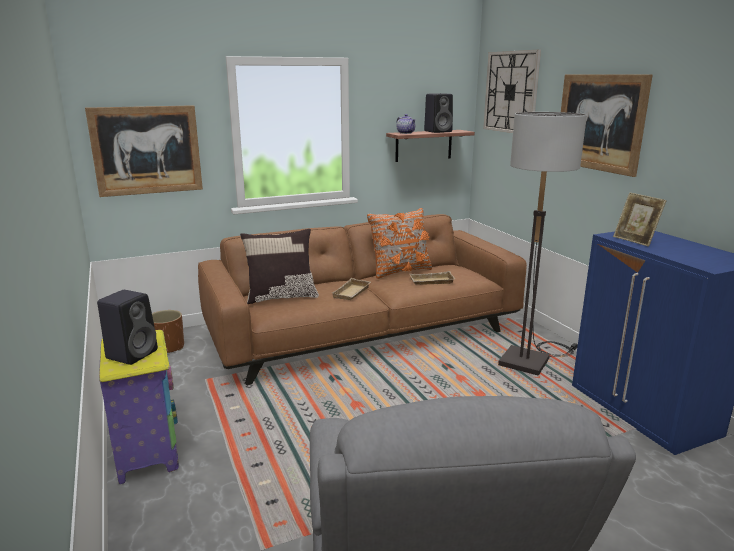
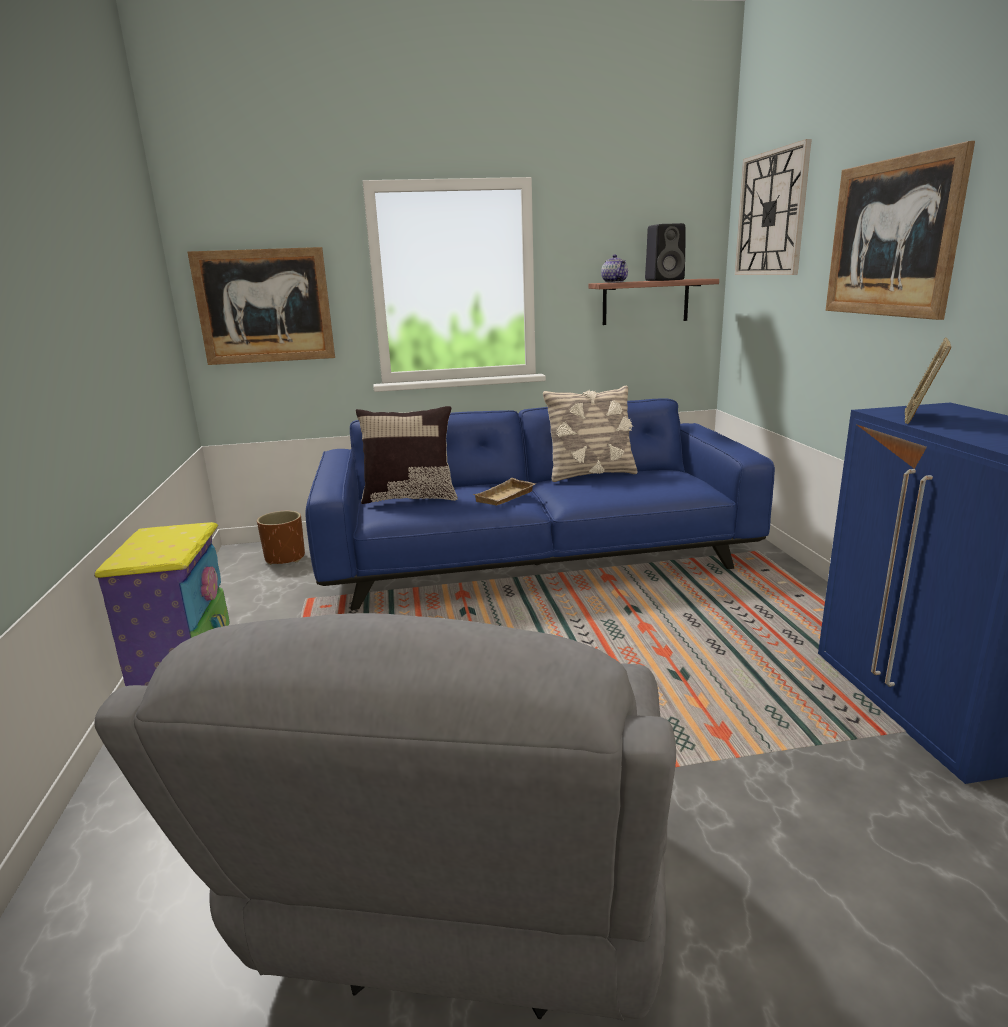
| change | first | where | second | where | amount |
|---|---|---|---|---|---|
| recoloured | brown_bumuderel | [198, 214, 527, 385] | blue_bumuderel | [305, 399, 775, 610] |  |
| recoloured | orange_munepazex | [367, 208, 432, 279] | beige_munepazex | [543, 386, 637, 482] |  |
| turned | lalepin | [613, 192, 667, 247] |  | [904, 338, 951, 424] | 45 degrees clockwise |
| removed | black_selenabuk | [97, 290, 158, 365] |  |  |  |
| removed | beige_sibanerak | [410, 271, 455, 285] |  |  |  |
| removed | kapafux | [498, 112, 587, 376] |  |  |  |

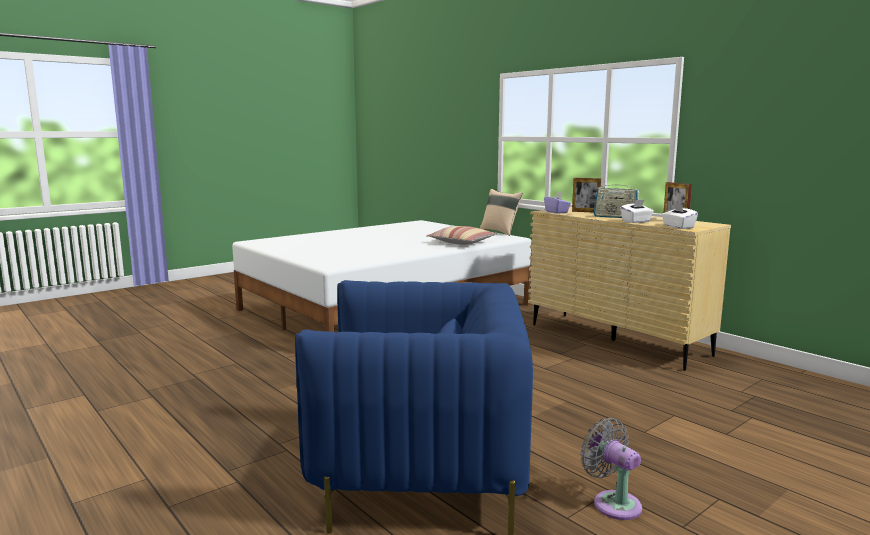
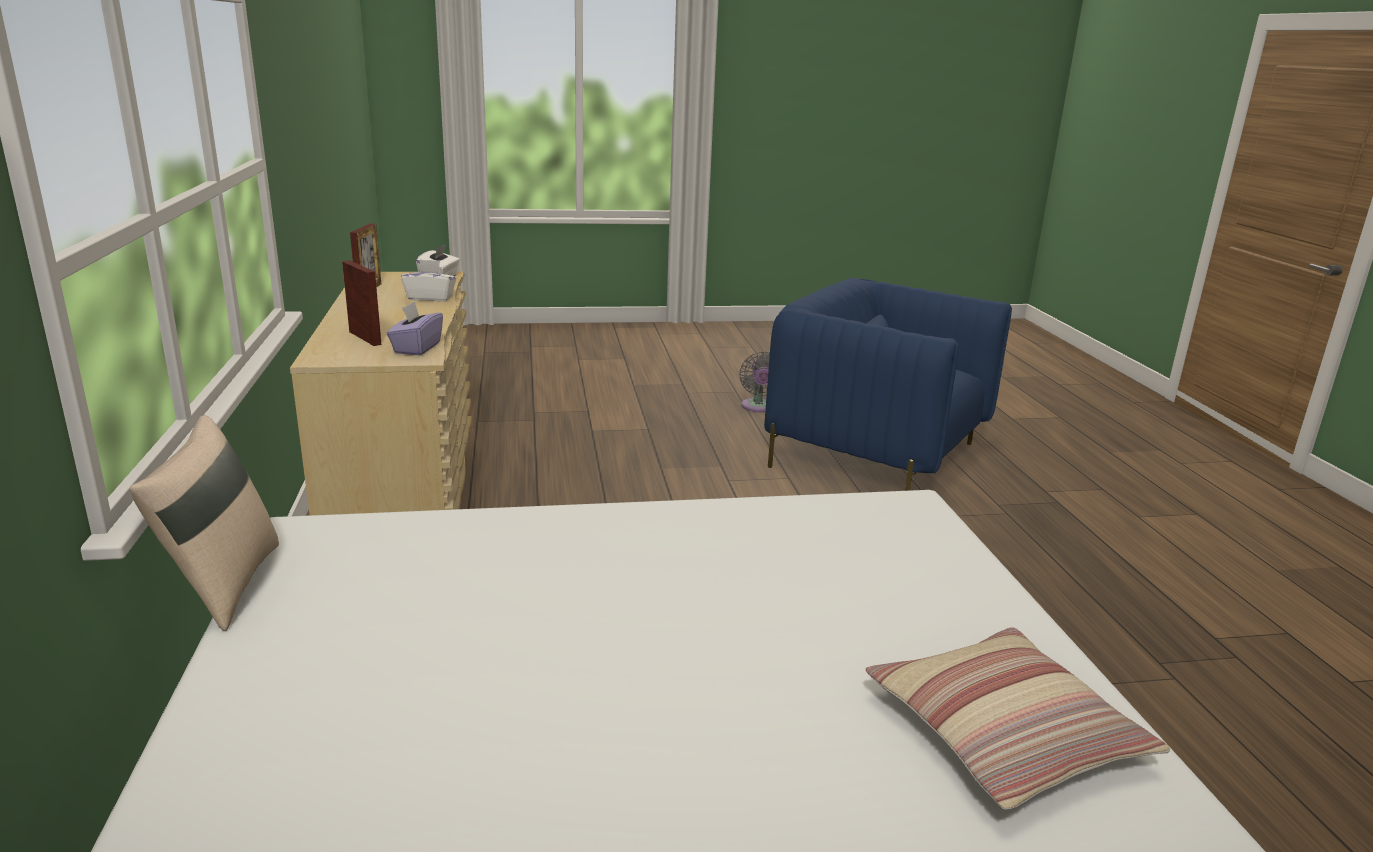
| change | first | where | second | where | amount |
|---|---|---|---|---|---|
| moved | munepazex | [426, 226, 497, 245] |  | [866, 627, 1170, 810] |  |
| removed | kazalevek | [594, 181, 639, 218] |  |  |  |

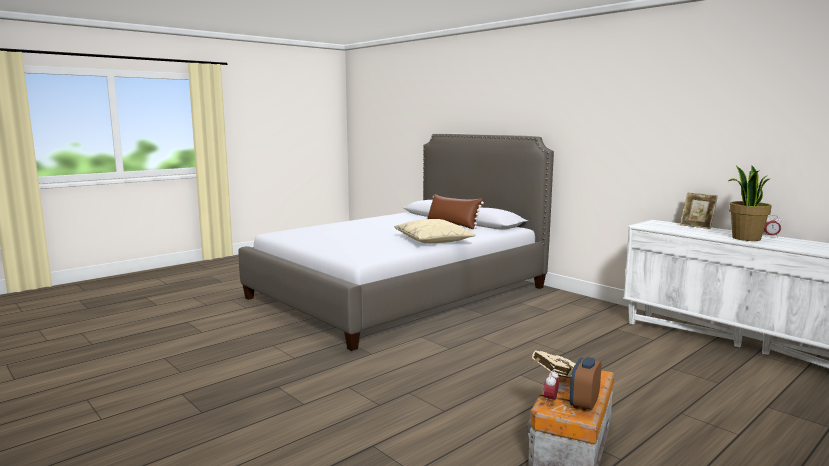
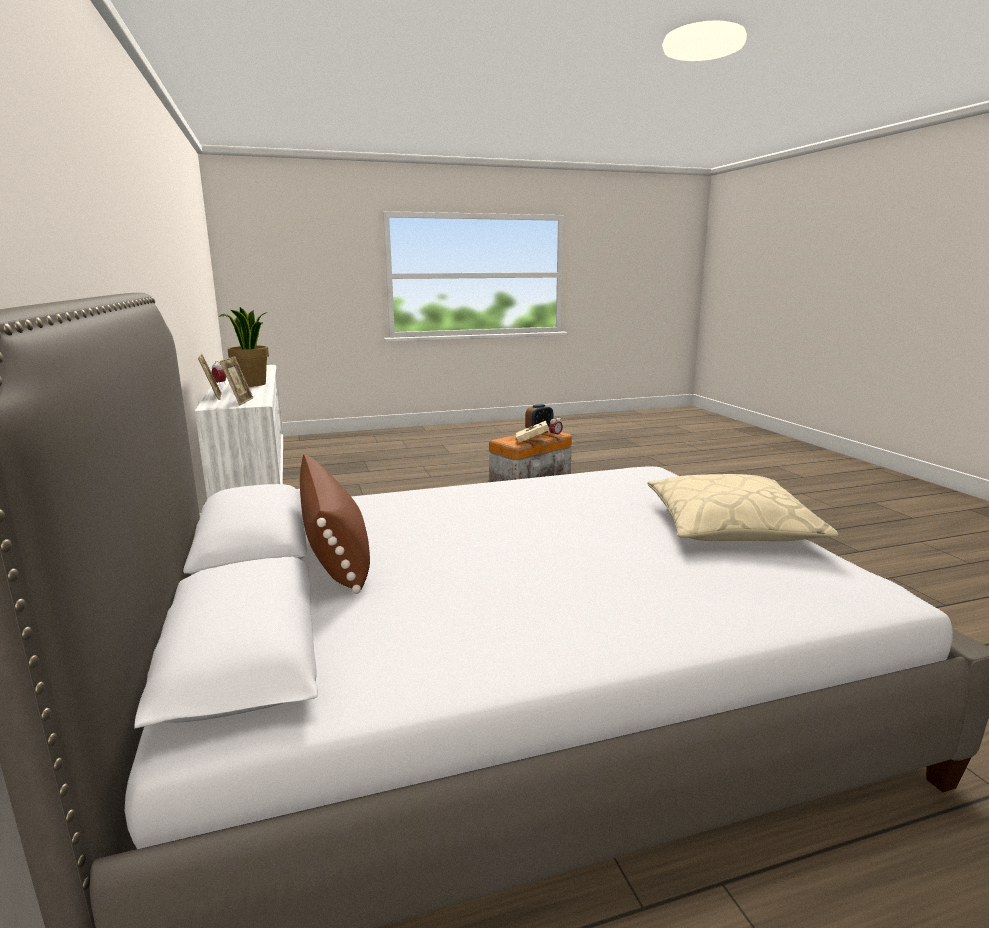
| change | first | where | second | where | amount |
|---|---|---|---|---|---|
| added |  |  | lalepin | [219, 356, 253, 405] |  |
| moved | beige_munepazex | [394, 219, 476, 244] |  | [647, 474, 839, 541] |  |

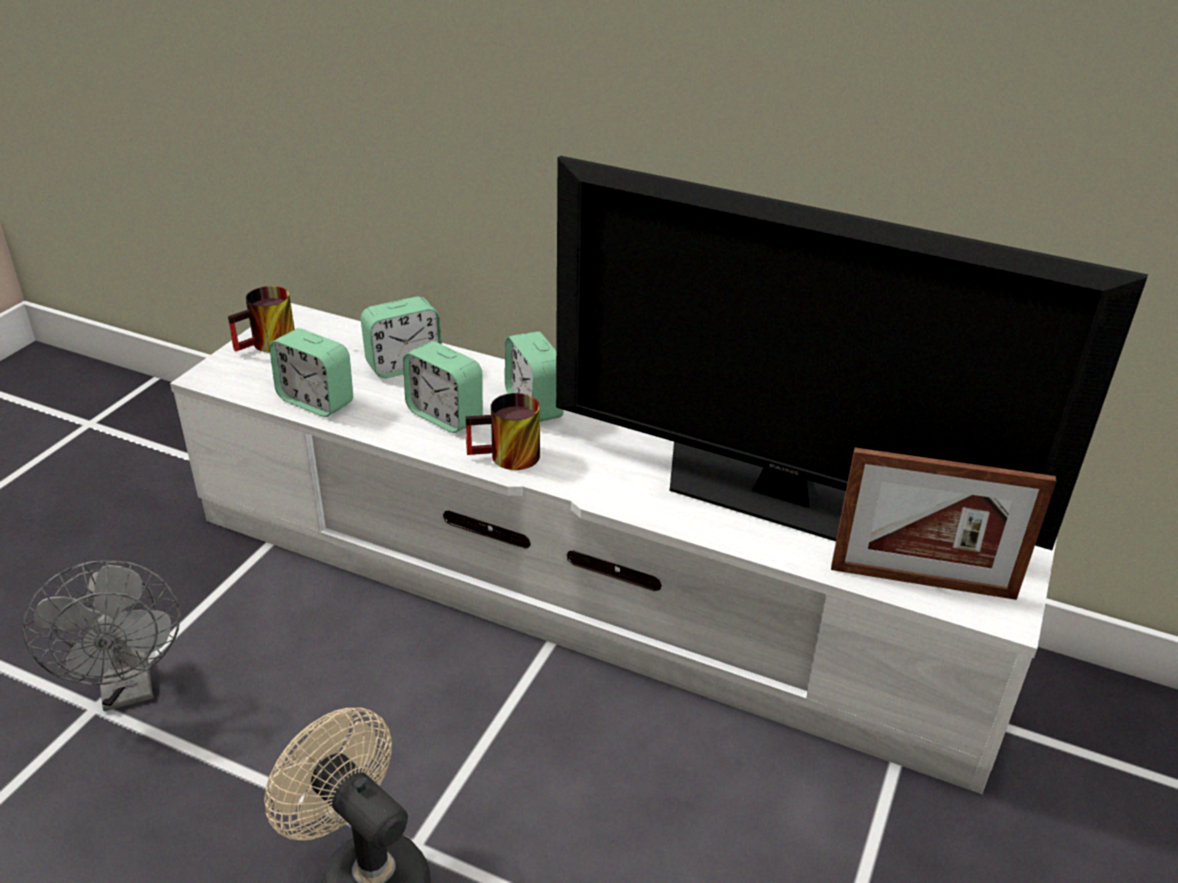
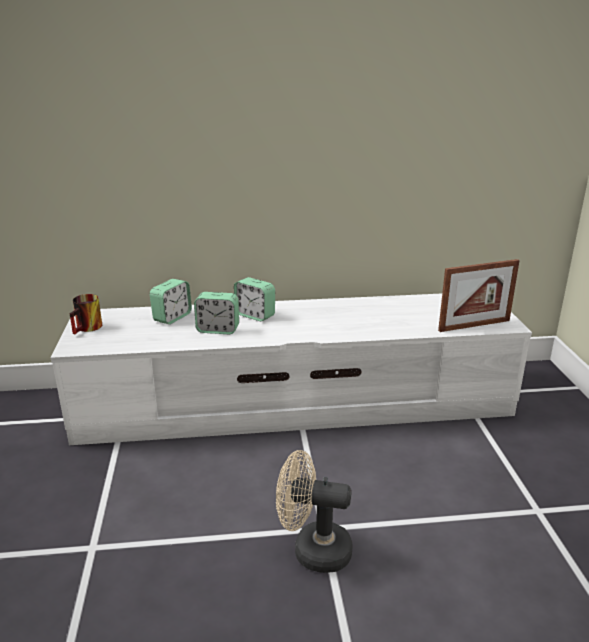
| change | first | where | second | where | amount |
|---|---|---|---|---|---|
| removed | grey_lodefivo | [23, 560, 181, 711] |  |  |  |
| removed | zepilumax | [269, 328, 353, 417] |  |  |  |
| removed | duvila | [466, 393, 540, 470] |  |  |  |
| removed | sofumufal | [556, 156, 1148, 550] |  |  |  |

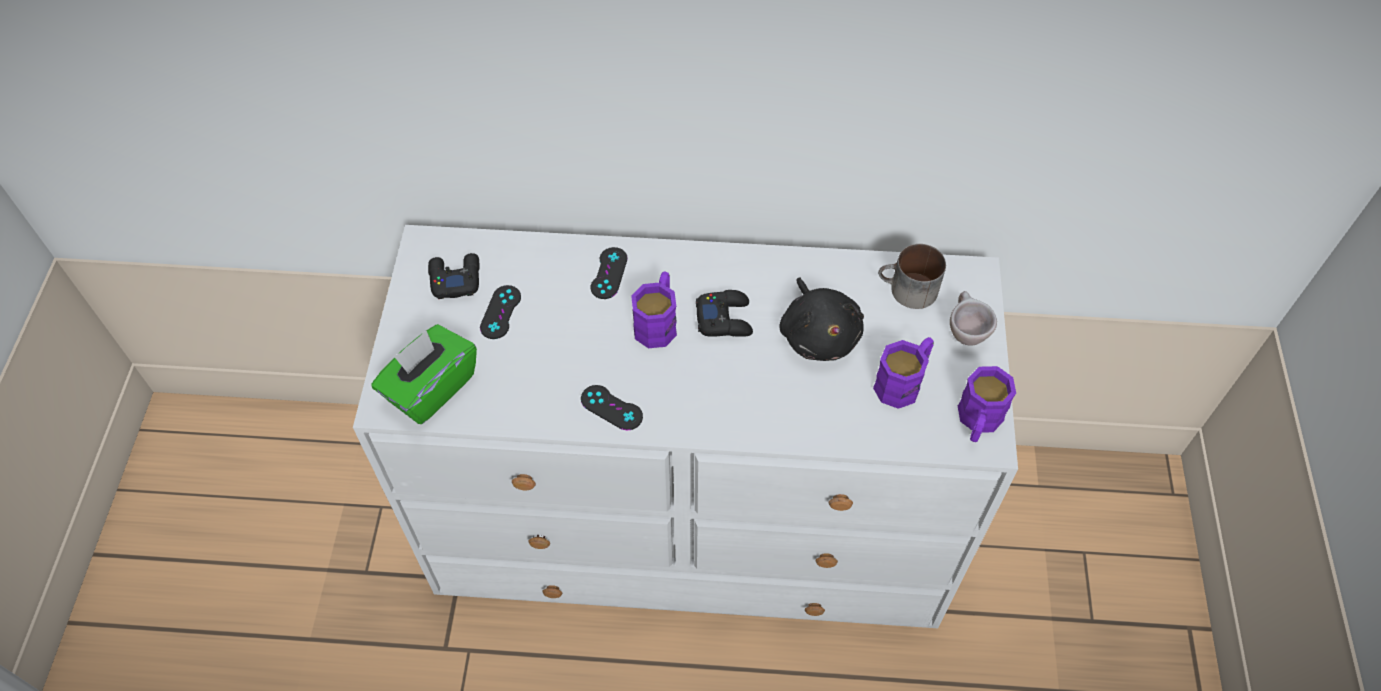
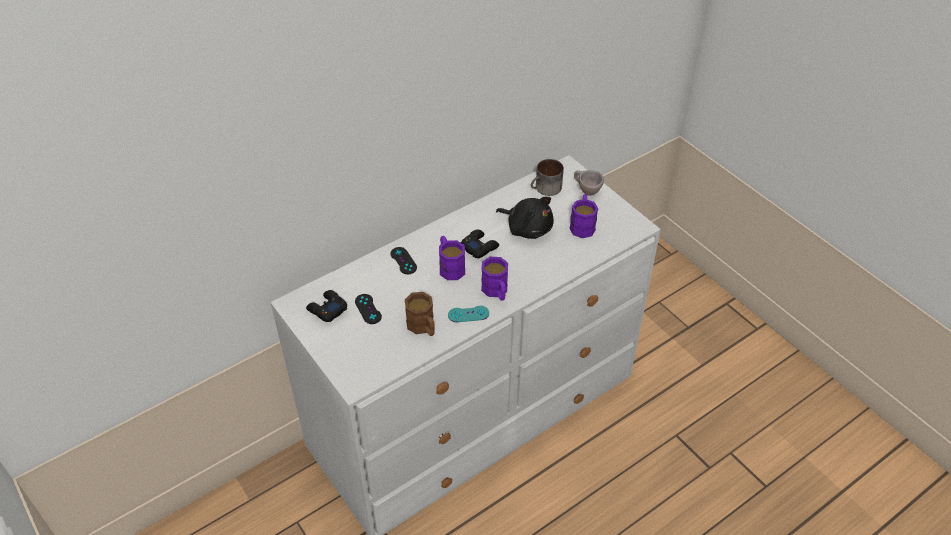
| change | first | where | second | where | amount |
|---|---|---|---|---|---|
| added |  |  | brown_duvila | [405, 292, 435, 336] |  |
| recoloured | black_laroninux | [581, 385, 643, 430] | turquoise_laroninux | [448, 306, 489, 322] |  |
| moved | purple_duvila | [958, 366, 1016, 442] |  | [481, 257, 508, 301] |  |
| removed | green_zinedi | [371, 324, 477, 424] |  |  |  |

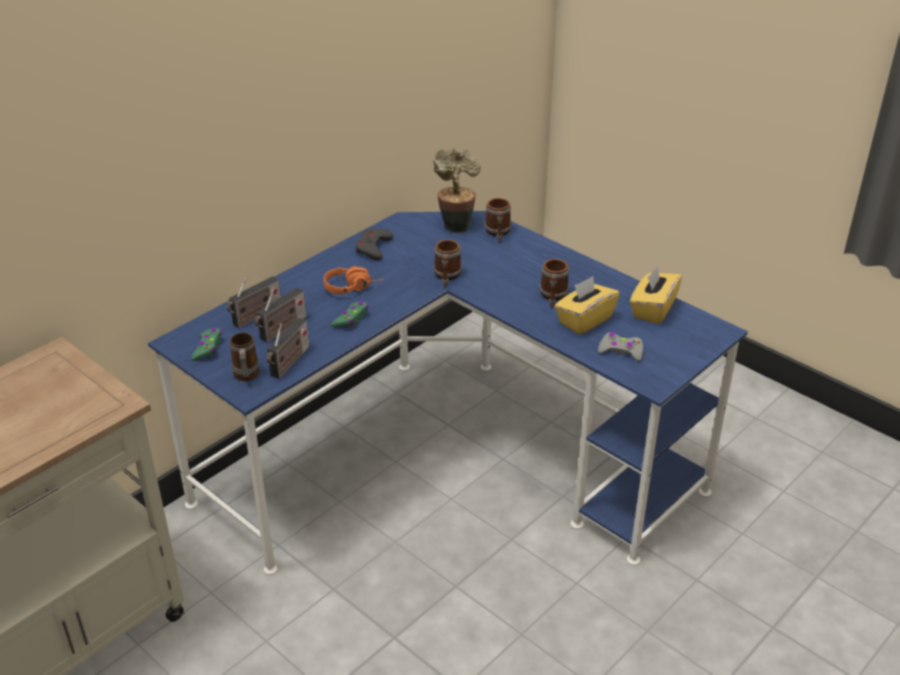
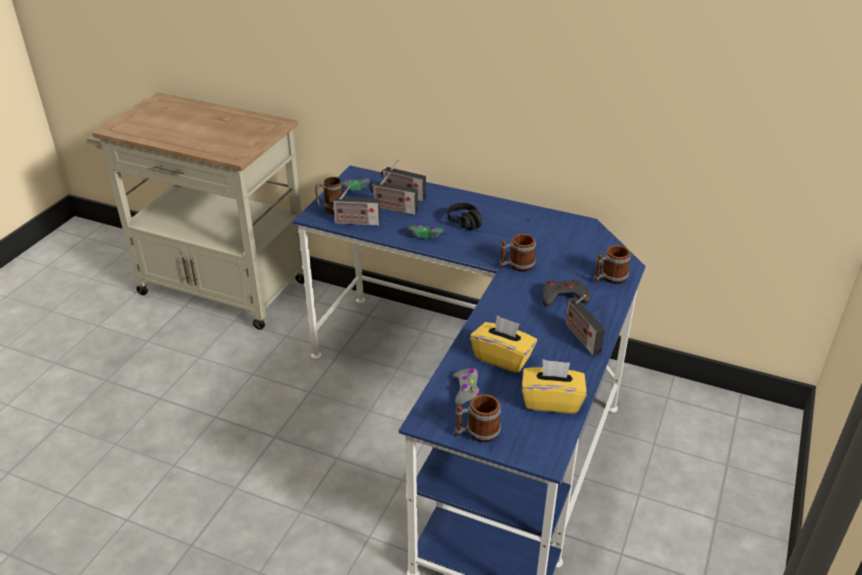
| change | first | where | second | where | amount |
|---|---|---|---|---|---|
| recoloured | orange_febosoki | [324, 266, 383, 294] | black_febosoki | [447, 203, 482, 231] |  |
| moved | duvila | [540, 259, 569, 308] |  | [454, 394, 501, 442] |  |
| moved | grey_laroninux | [355, 228, 393, 260] |  | [542, 280, 591, 306] |  |
| added |  |  | kazalevek | [566, 295, 605, 356] |  |
| removed | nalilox | [433, 148, 481, 233] |  |  |  |

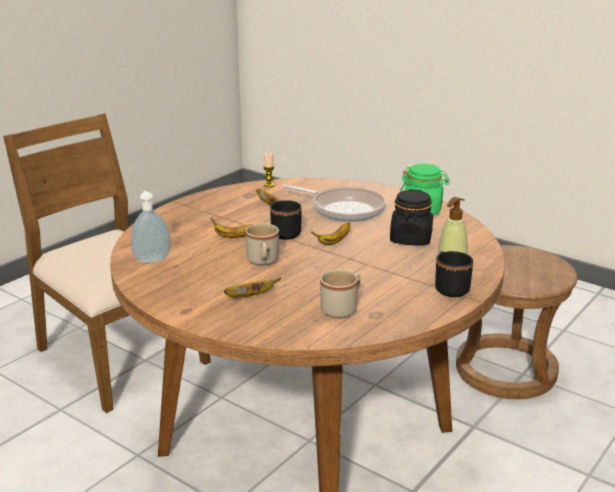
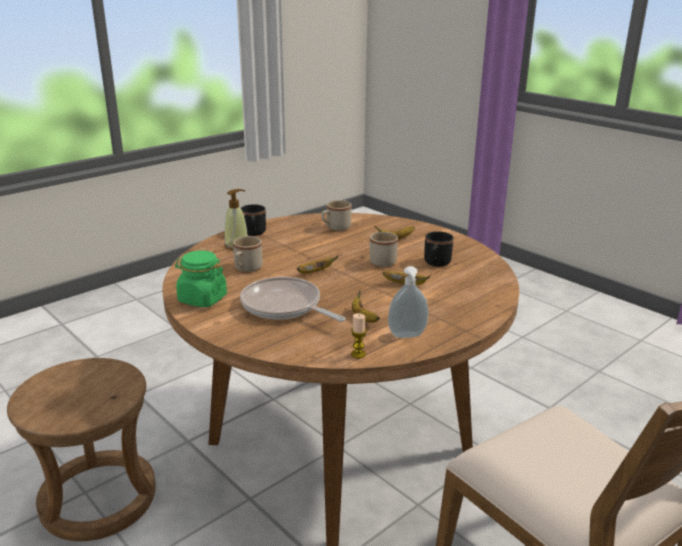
| change | first | where | second | where | amount |
|---|---|---|---|---|---|
| replaced | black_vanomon | [390, 189, 433, 246] | beige_duvila | [233, 236, 262, 272] |  |
| moved | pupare | [131, 191, 171, 263] |  | [388, 266, 429, 338] |  |
| moved | black_duvila | [270, 200, 302, 240] |  | [424, 231, 454, 266] |  |

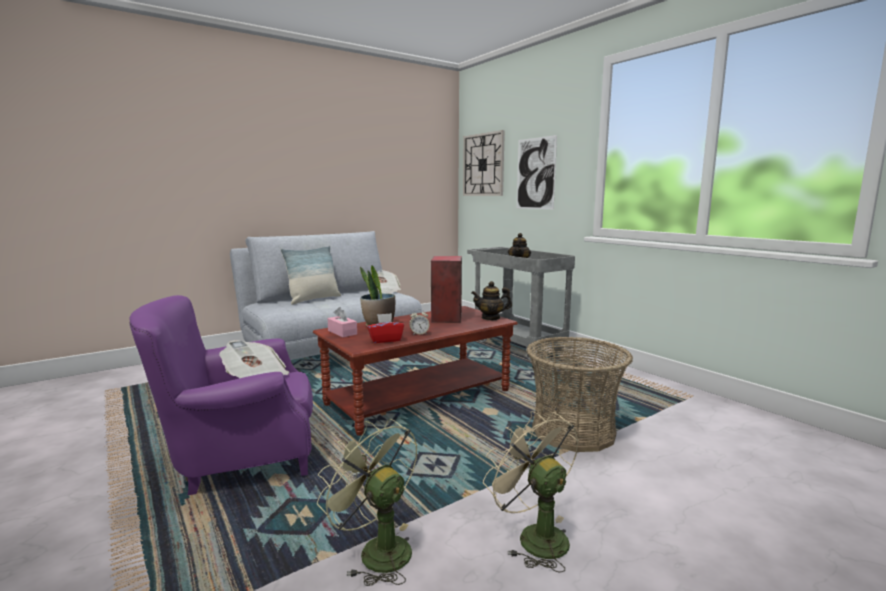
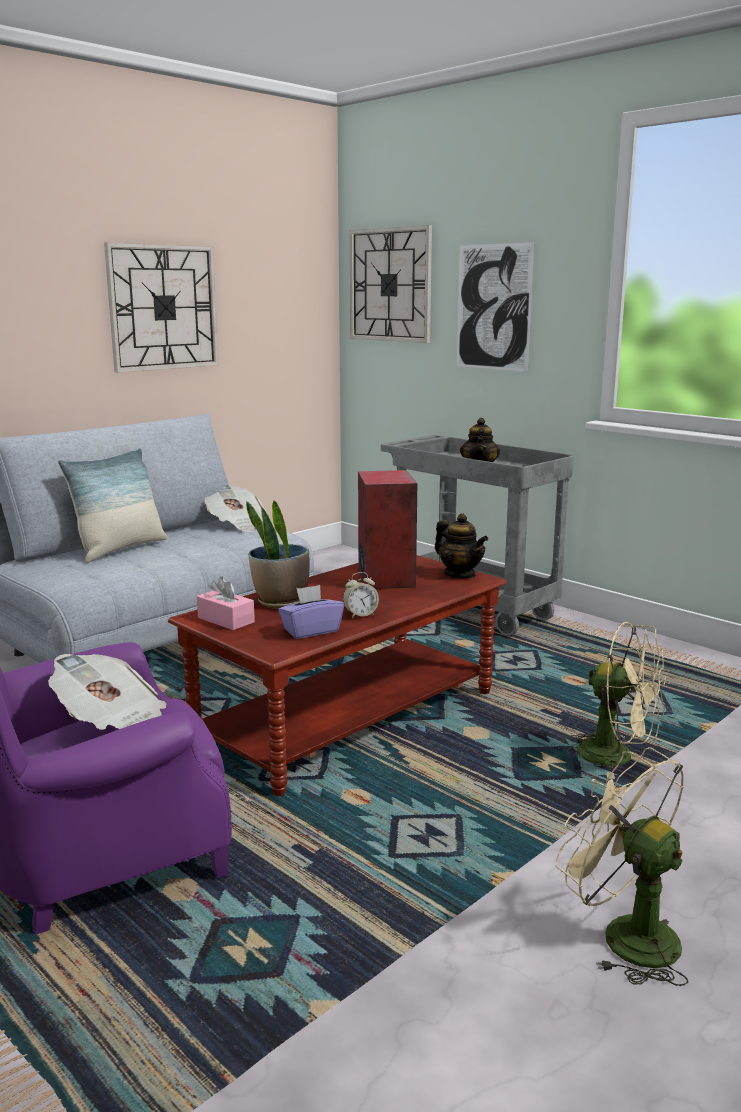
| change | first | where | second | where | amount |
|---|---|---|---|---|---|
| added |  |  | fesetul | [104, 242, 219, 373] |  |
| recoloured | red_zinedi | [367, 313, 404, 343] | purple_zinedi | [278, 585, 344, 639] |  |
| turned | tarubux | [471, 281, 512, 321] |  | [435, 514, 488, 579] | 120 degrees counterclockwise |
| replaced | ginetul | [526, 336, 633, 452] | beige_lodefivo | [567, 622, 666, 779] |  |
| removed | green_lodefivo | [317, 419, 418, 586] |  |  |  |

